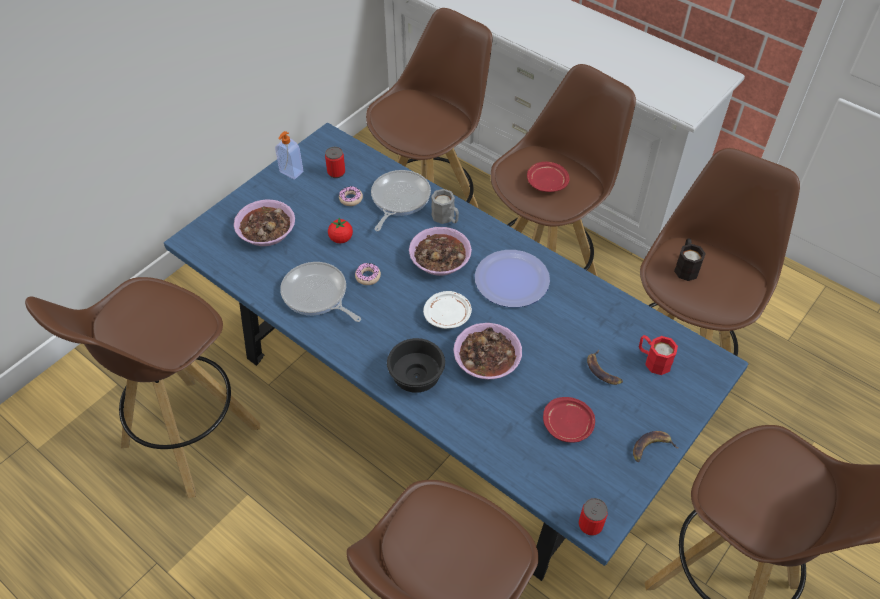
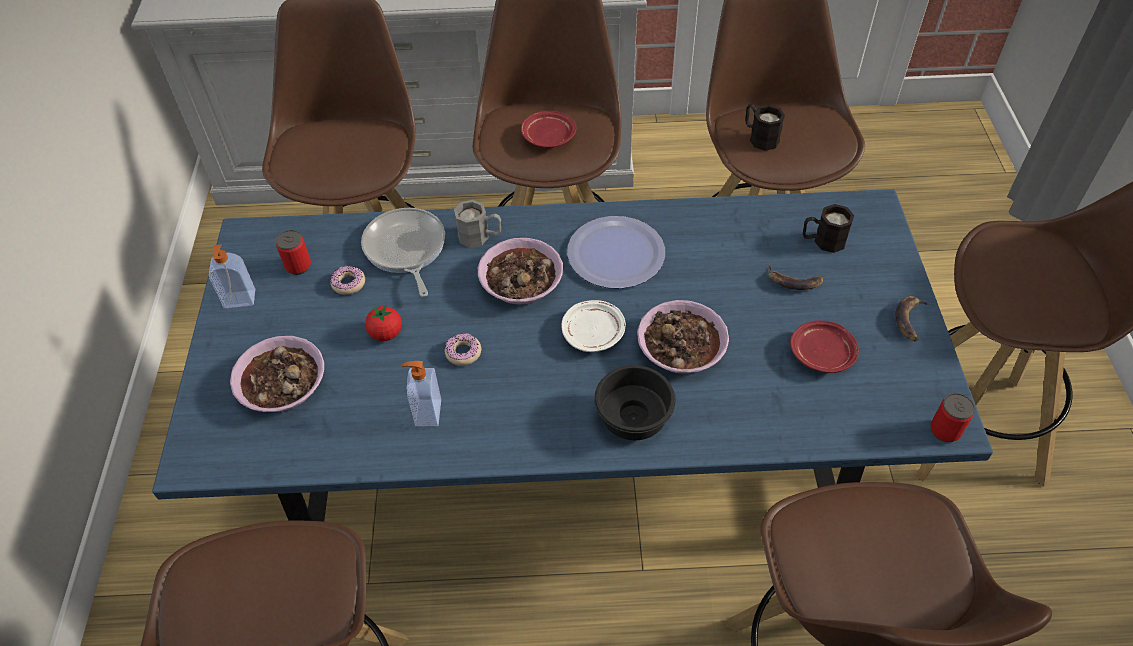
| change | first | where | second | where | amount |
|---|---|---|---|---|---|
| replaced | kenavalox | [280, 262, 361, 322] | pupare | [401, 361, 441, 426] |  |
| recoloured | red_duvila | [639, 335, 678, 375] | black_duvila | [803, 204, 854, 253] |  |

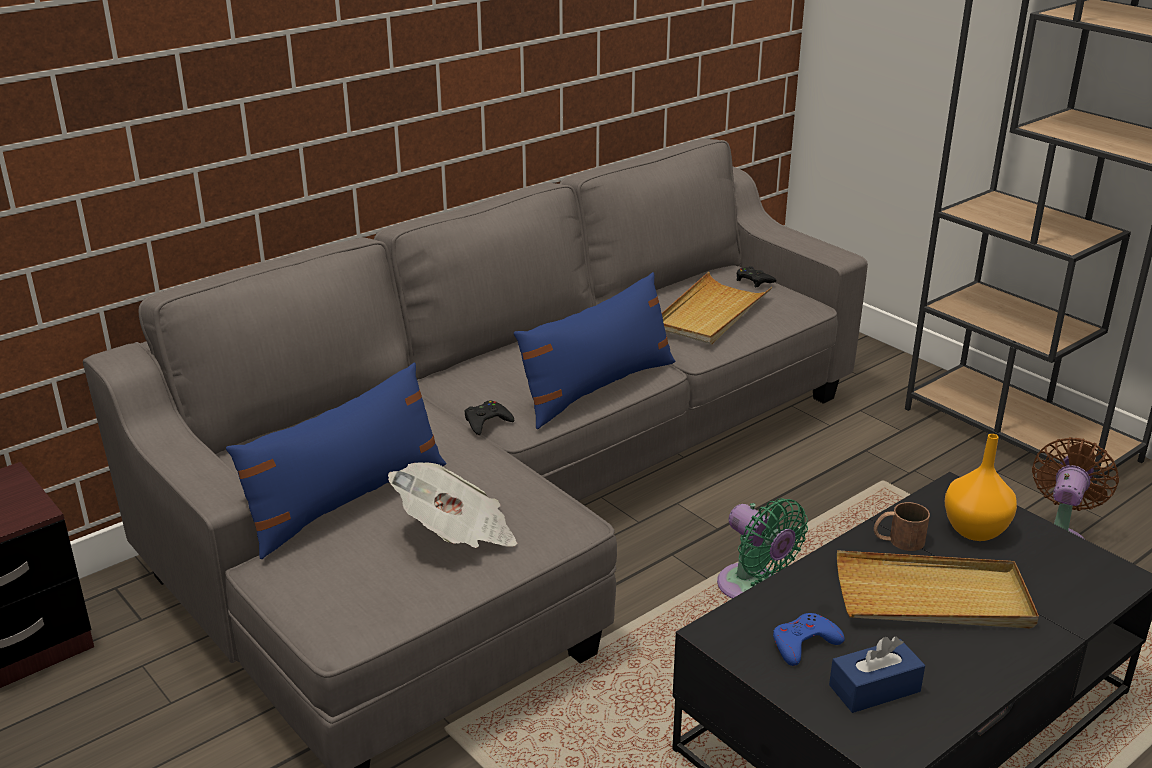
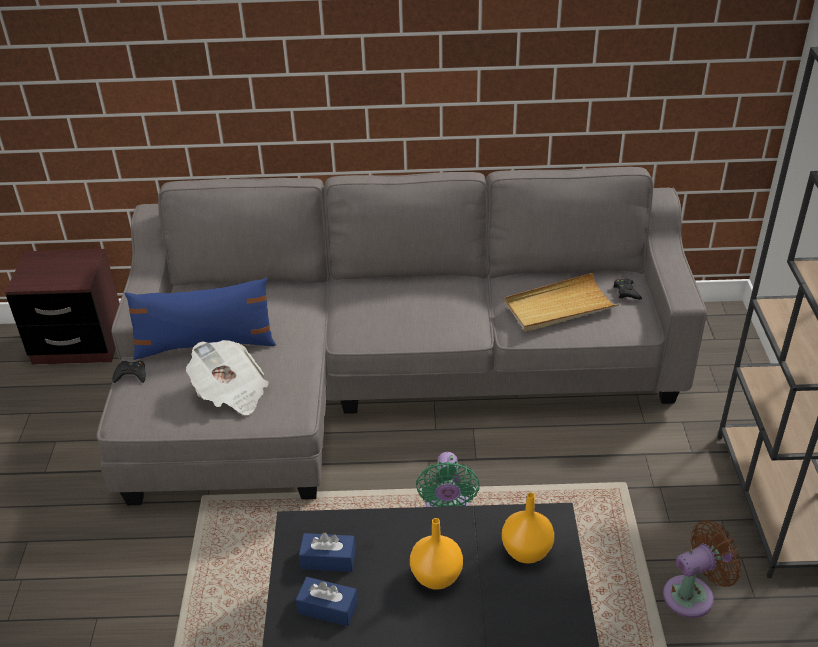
| change | first | where | second | where | amount |
|---|---|---|---|---|---|
| moved | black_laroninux | [465, 400, 514, 435] |  | [112, 361, 146, 383] |  |
| replaced | blue_laroninux | [773, 613, 845, 666] | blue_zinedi | [299, 533, 356, 572] |  |
| replaced | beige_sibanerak | [837, 550, 1039, 628] | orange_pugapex | [410, 518, 463, 590] |  |
| removed | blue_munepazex | [514, 272, 675, 429] |  |  |  |
| removed | brown_duvila | [874, 502, 930, 551] |  |  |  |

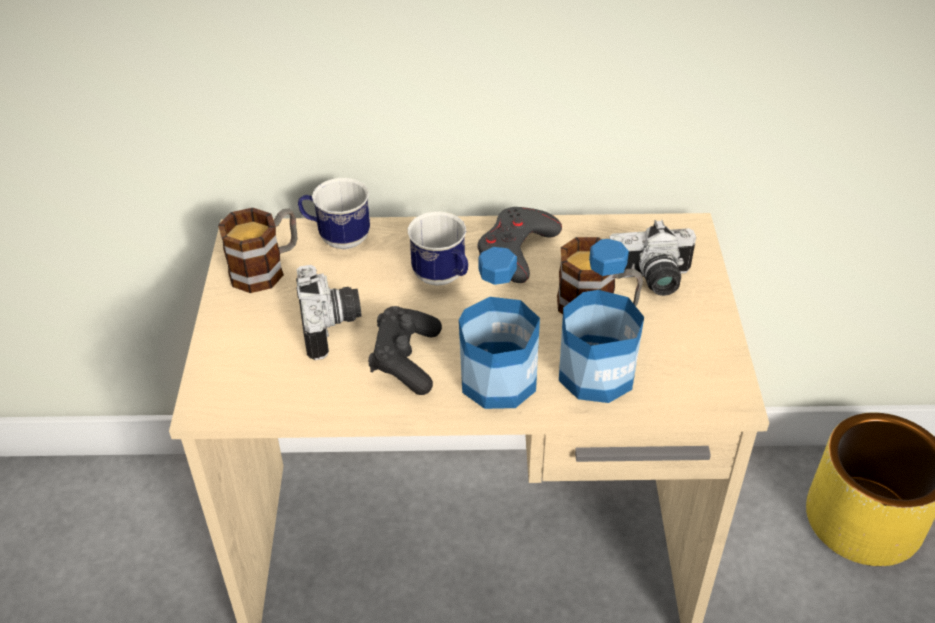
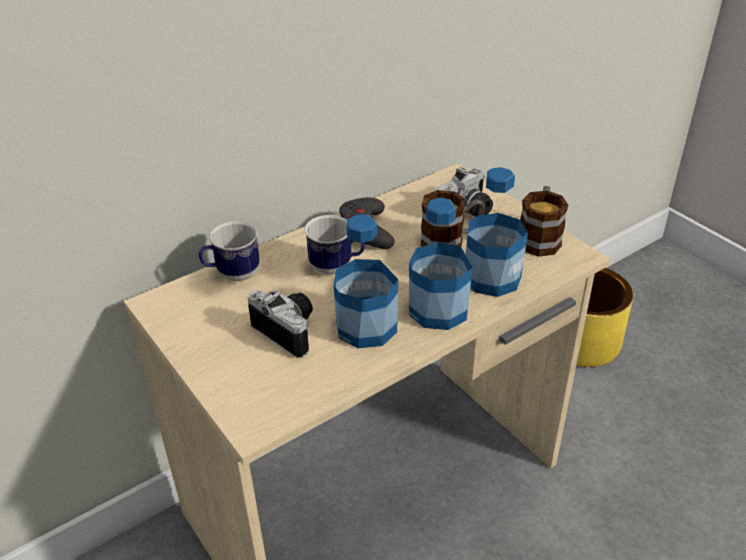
| change | first | where | second | where | amount |
|---|---|---|---|---|---|
| replaced | black_laroninux | [368, 306, 442, 395] | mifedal | [334, 214, 398, 348] |  |
| moved | duvila | [218, 208, 298, 293] |  | [520, 186, 568, 257] |  |

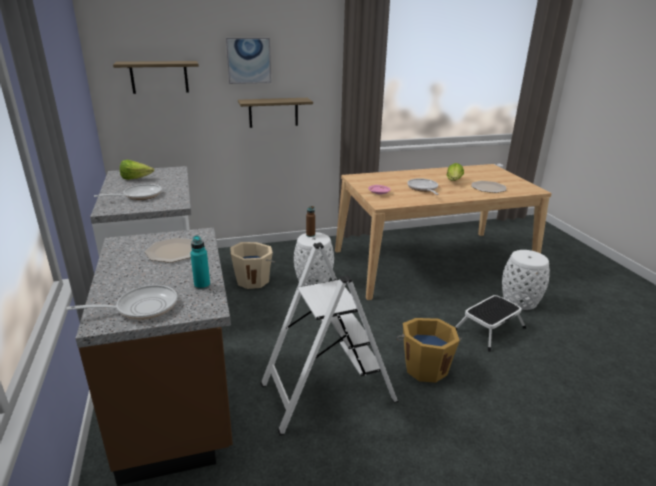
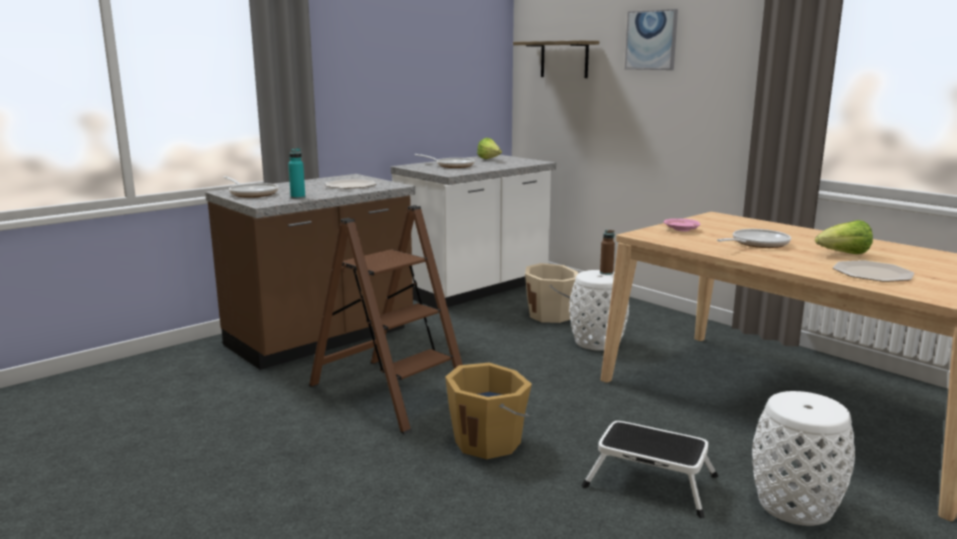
| change | first | where | second | where | amount |
|---|---|---|---|---|---|
| recoloured | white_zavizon | [260, 242, 399, 435] | brown_zavizon | [309, 205, 463, 435] |  |
| removed | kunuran | [238, 98, 313, 128] |  |  |  |

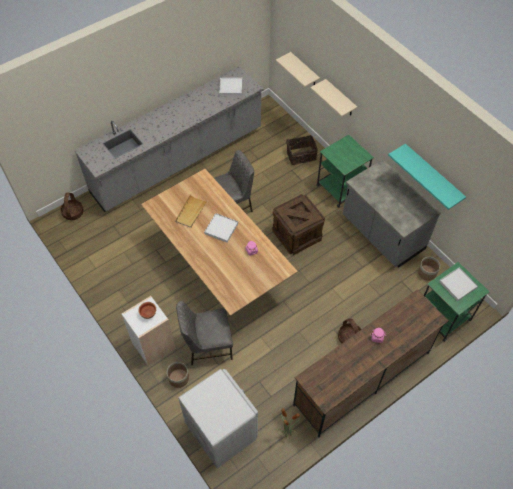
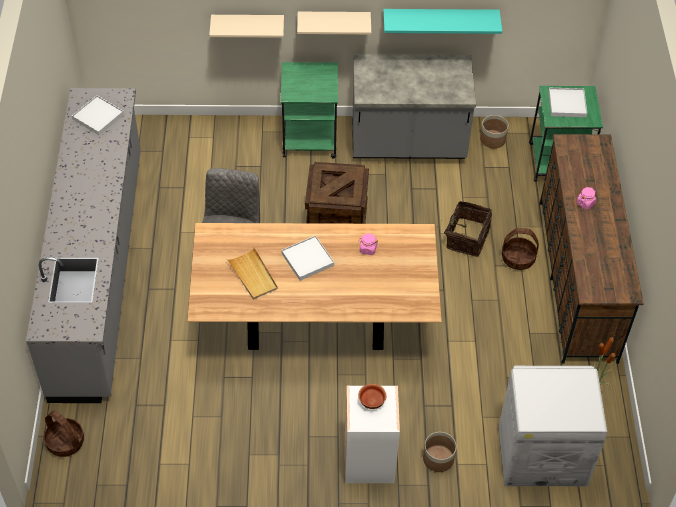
| change | first | where | second | where | amount |
|---|---|---|---|---|---|
| moved | beige_kunuran | [276, 52, 320, 87] |  | [297, 12, 371, 35] |  |
| moved | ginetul | [286, 135, 318, 165] |  | [437, 201, 492, 257] |  |
| removed | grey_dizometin | [176, 301, 233, 366] |  |  |  |

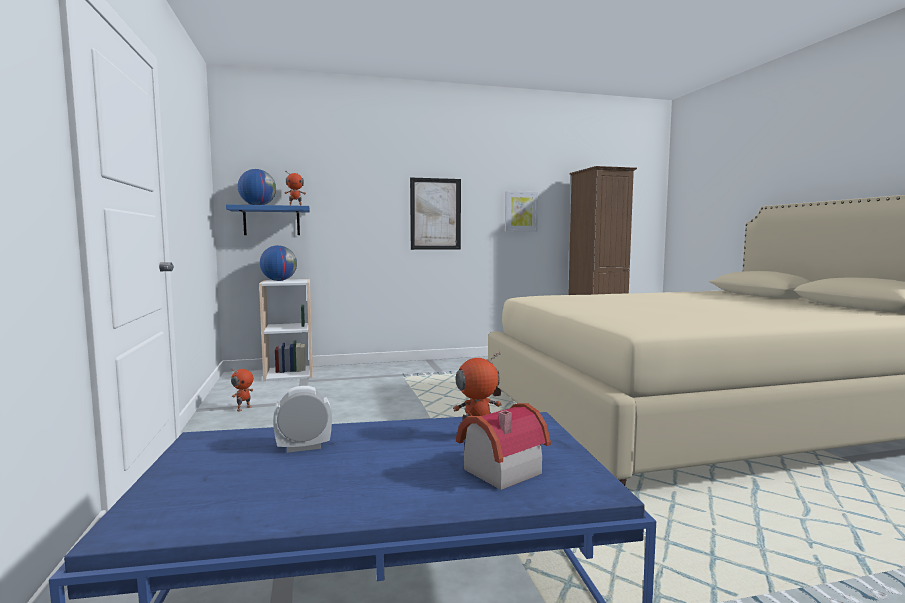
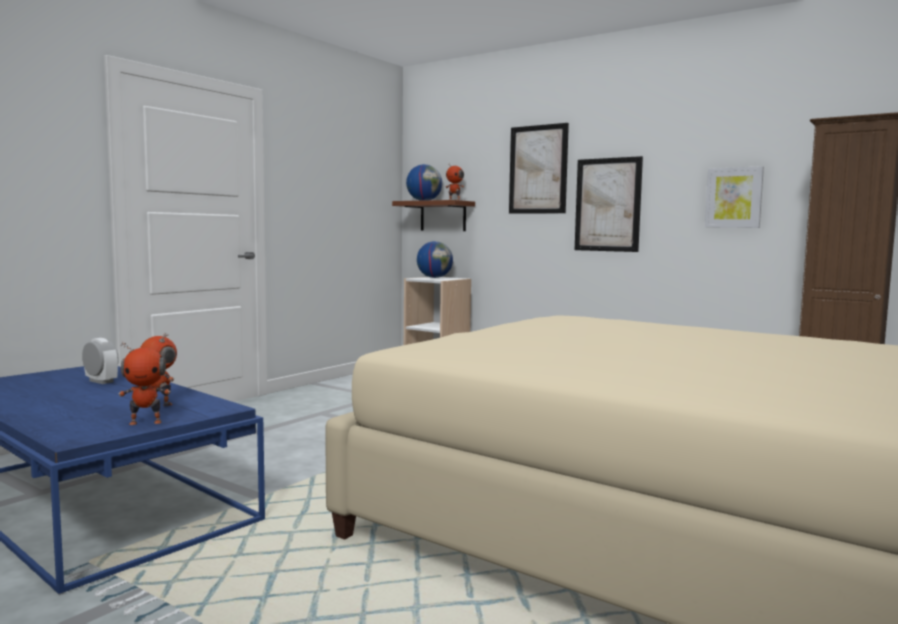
| change | first | where | second | where | amount |
|---|---|---|---|---|---|
| moved | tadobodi | [231, 368, 254, 411] |  | [118, 341, 171, 425] |  |
| recoloured | blue_kunuran | [226, 204, 310, 235] | brown_kunuran | [392, 200, 475, 231] |  |
| added |  |  | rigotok | [509, 123, 569, 214] |  |
| removed | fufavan | [456, 403, 551, 490] |  |  |  |

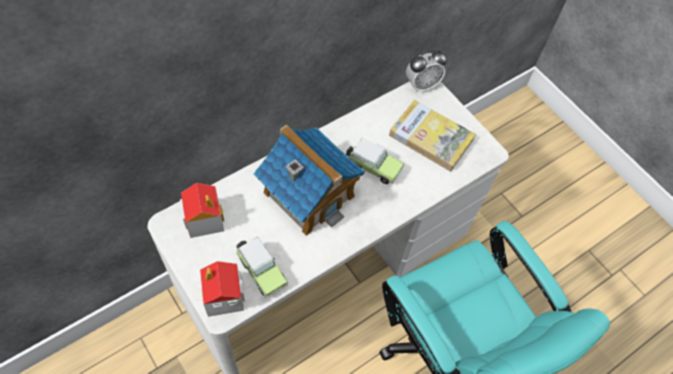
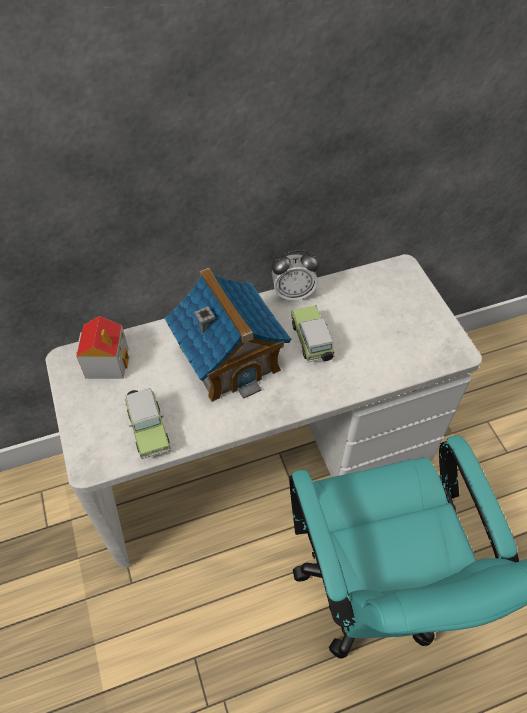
| change | first | where | second | where | amount |
|---|---|---|---|---|---|
| moved | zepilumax | [406, 50, 447, 93] |  | [272, 250, 319, 301] |  |
| turned | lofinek | [346, 138, 404, 184] |  | [291, 305, 335, 363] | 150 degrees counterclockwise |
| removed | fufavan | [200, 261, 245, 317] |  |  |  |
| removed | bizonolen | [389, 100, 476, 172] |  |  |  |

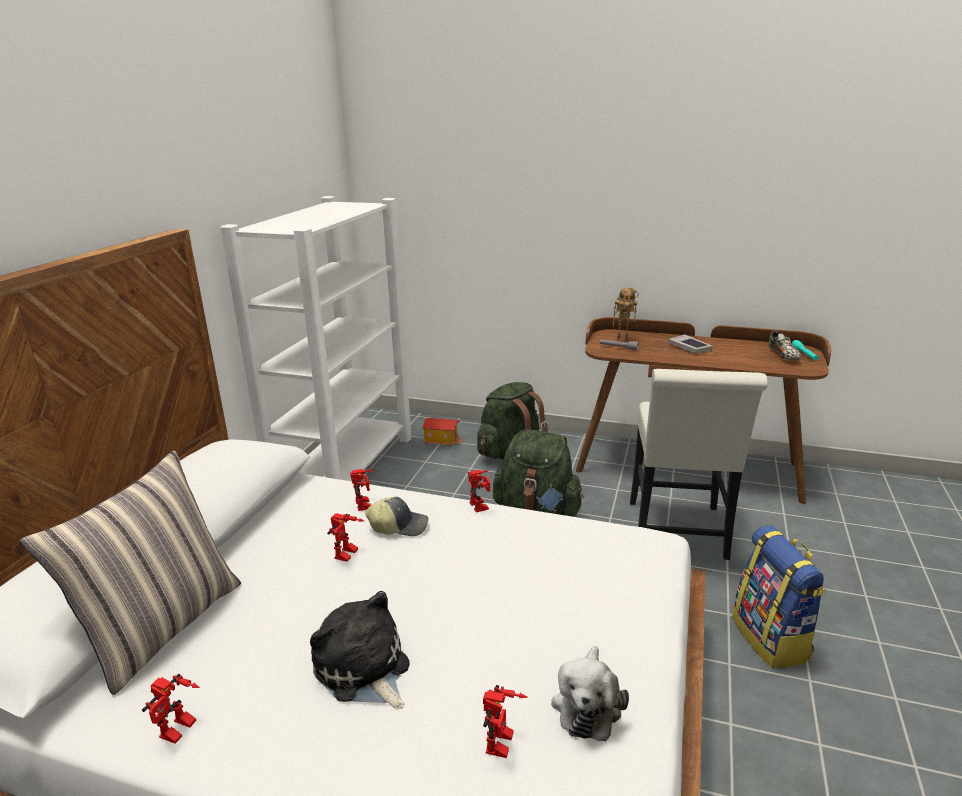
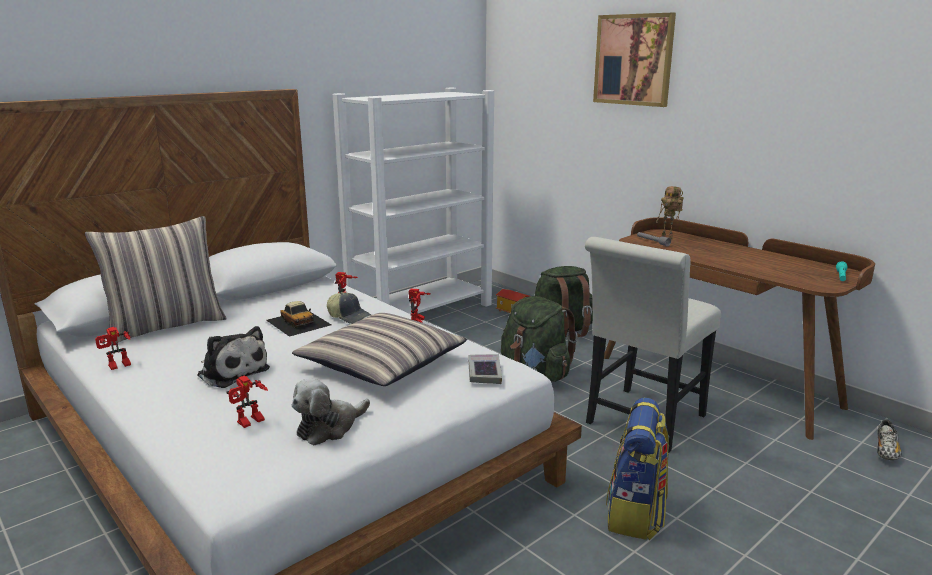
| change | first | where | second | where | amount |
|---|---|---|---|---|---|
| turned | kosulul | [310, 591, 410, 709] |  | [197, 326, 270, 388] | 135 degrees clockwise |
| replaced | tadobodi | [327, 513, 364, 562] | lofinek | [266, 301, 331, 337] |  |
| added |  |  | munepazex | [292, 313, 467, 386] |  |
| moved | bizonolen | [669, 335, 713, 353] |  | [468, 354, 502, 384] |  |
| added |  |  | rigotok | [593, 13, 676, 107] |  |
| moved | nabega | [769, 331, 801, 360] |  | [877, 420, 902, 460] |  |

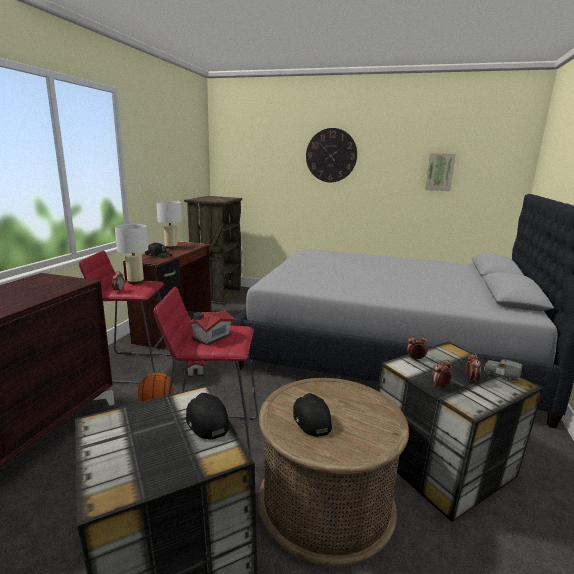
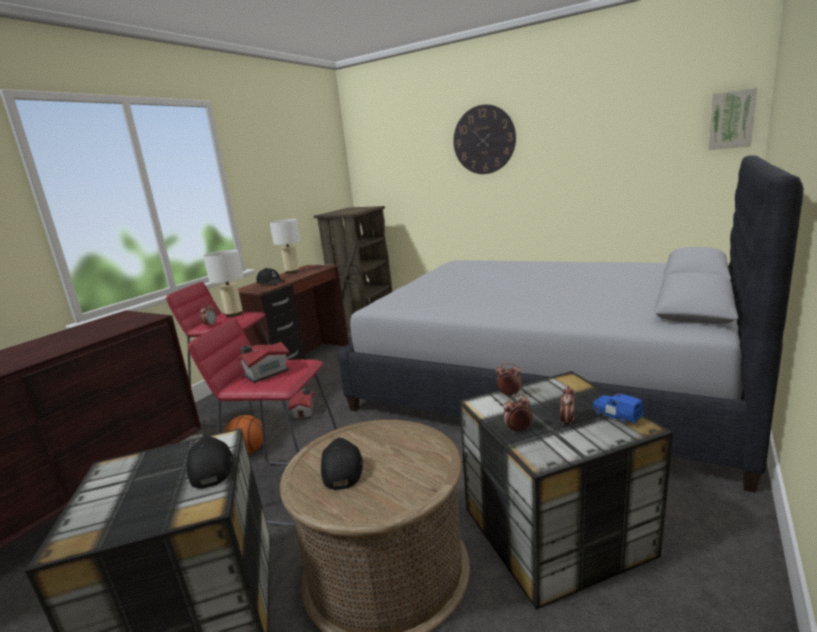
| change | first | where | second | where | amount |
|---|---|---|---|---|---|
| recoloured | grey_lofinek | [484, 359, 522, 381] | blue_lofinek | [593, 393, 644, 424] |  |
| moved | rigotok | [425, 153, 456, 191] |  | [708, 88, 757, 150] |  |

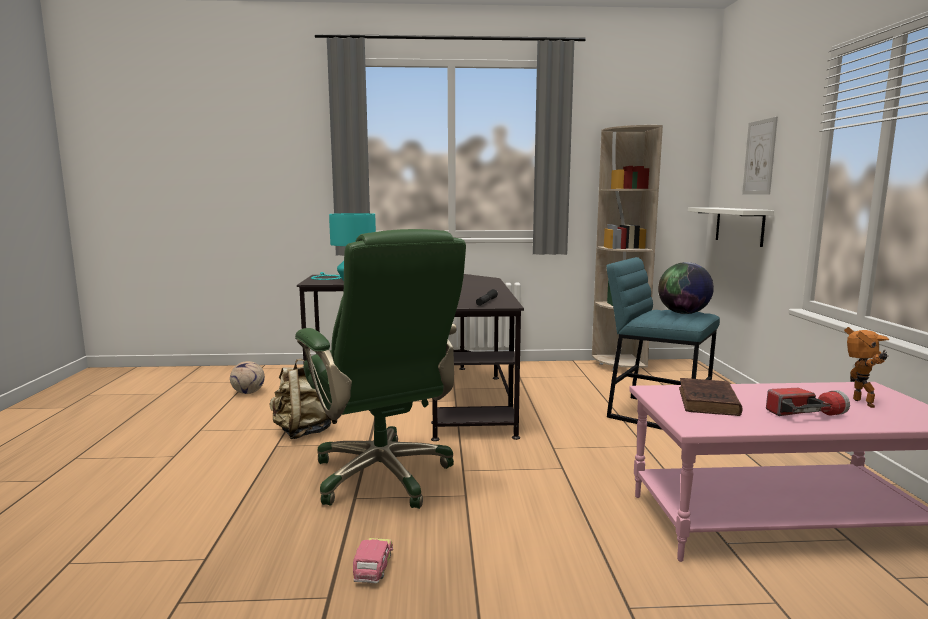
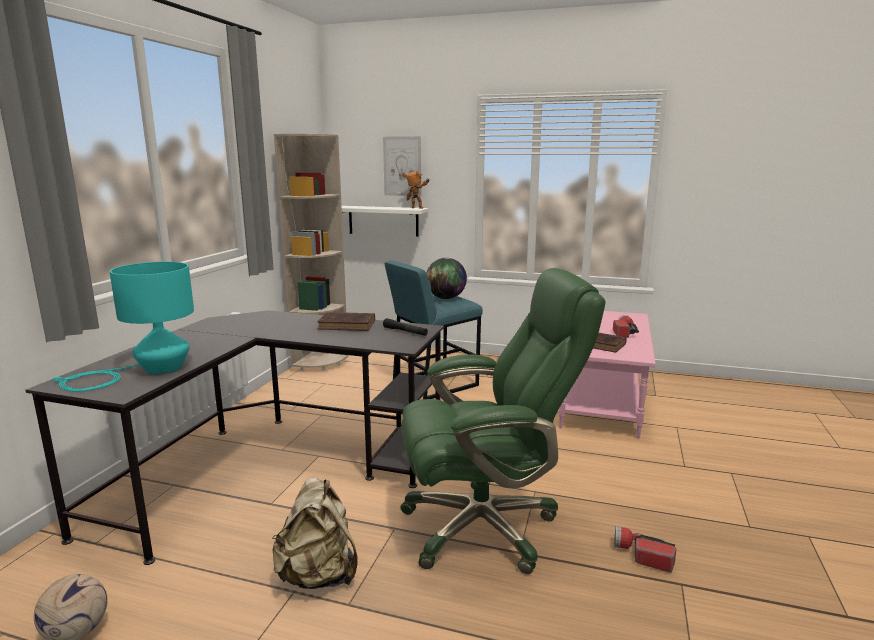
| change | first | where | second | where | amount |
|---|---|---|---|---|---|
| added |  |  | brown_bizonolen | [317, 312, 375, 331] |  |
| moved | tadobodi | [844, 327, 889, 408] |  | [402, 171, 430, 209] |  |
| replaced | lofinek | [353, 538, 393, 584] | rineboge | [614, 526, 677, 573] |  |

